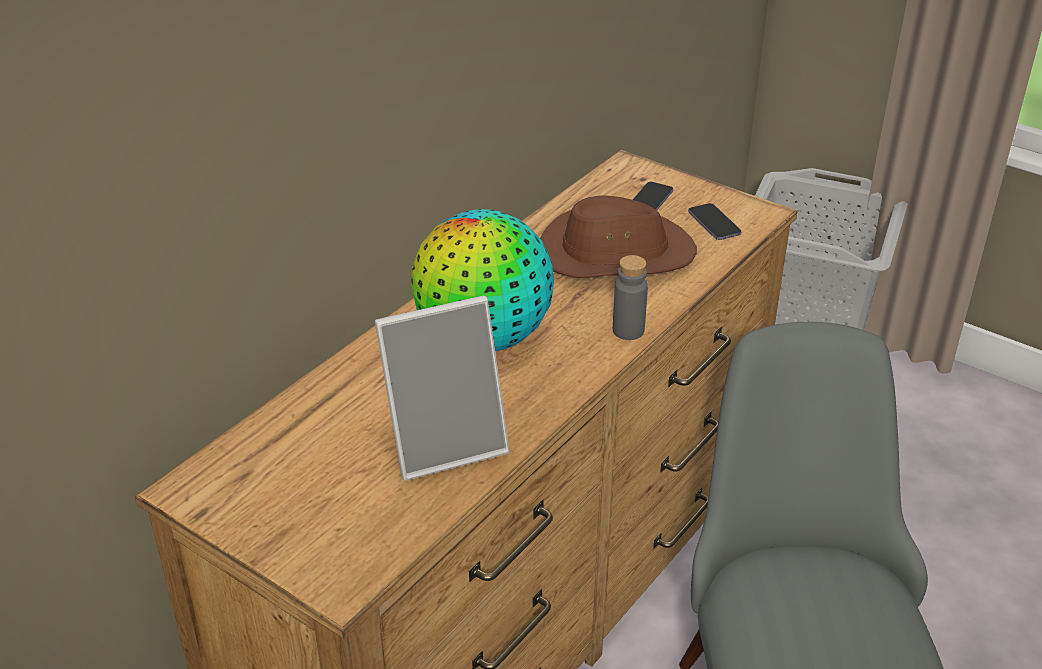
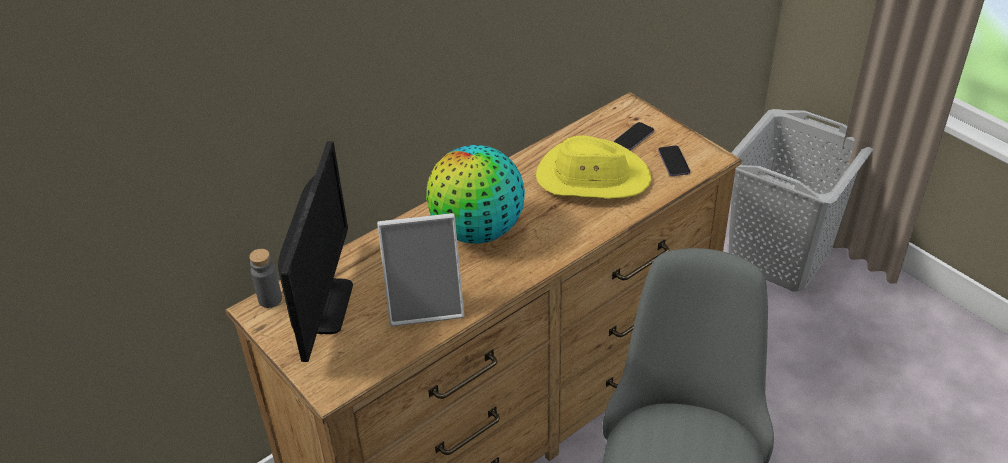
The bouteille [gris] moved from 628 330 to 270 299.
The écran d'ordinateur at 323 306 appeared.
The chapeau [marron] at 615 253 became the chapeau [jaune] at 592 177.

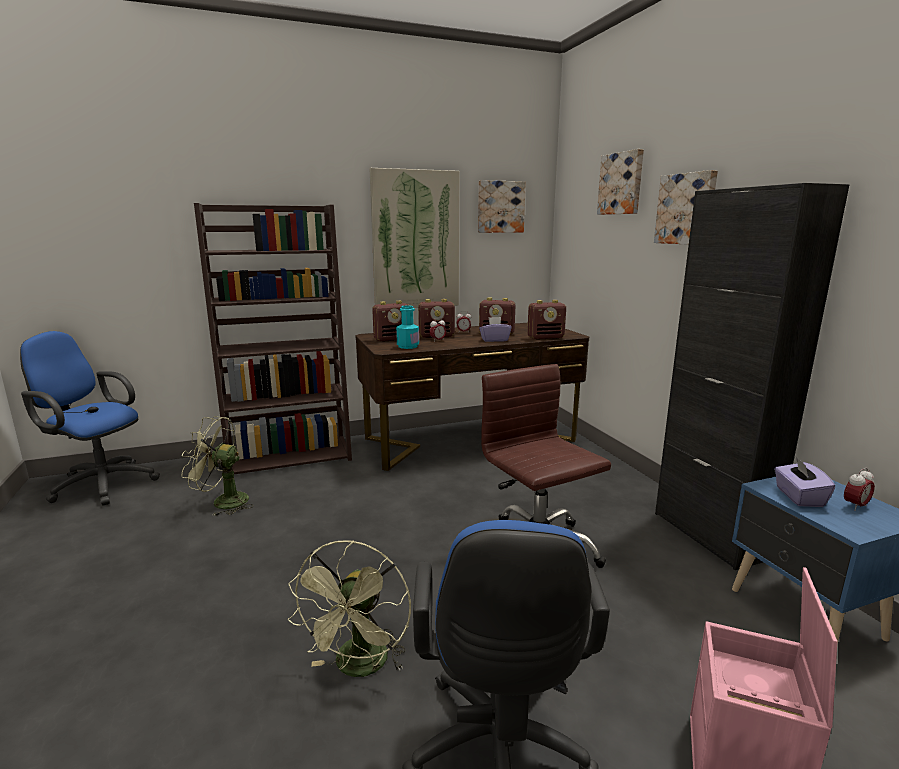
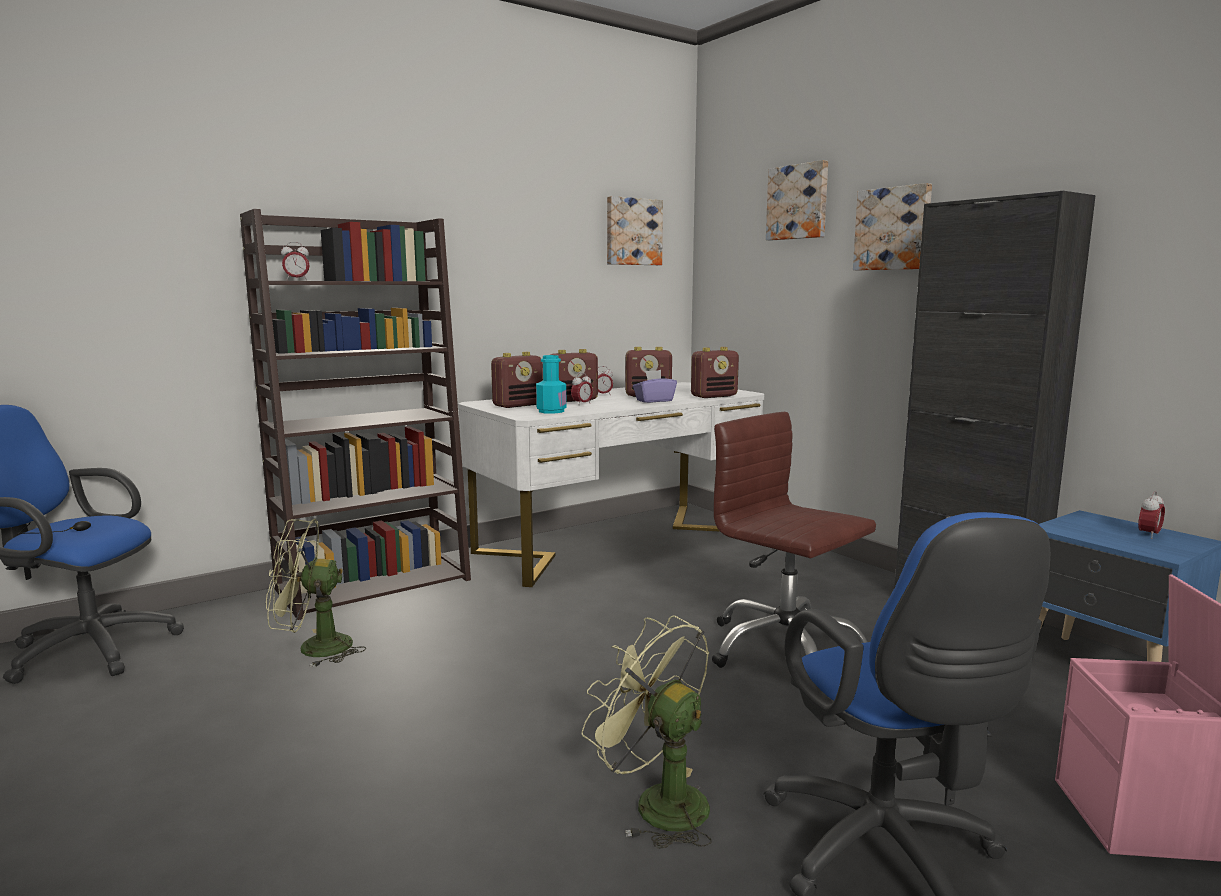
The réveil at 297 280 appeared.
The bureau [marron] at 470 439 became the bureau [blanc] at 617 542.
The ventilateur [vert] at 359 668 turned 135 degrees clockwise.
The tableau at 415 240 disappeared.
The boîte à mouchoirs [violet] at 798 497 disappeared.

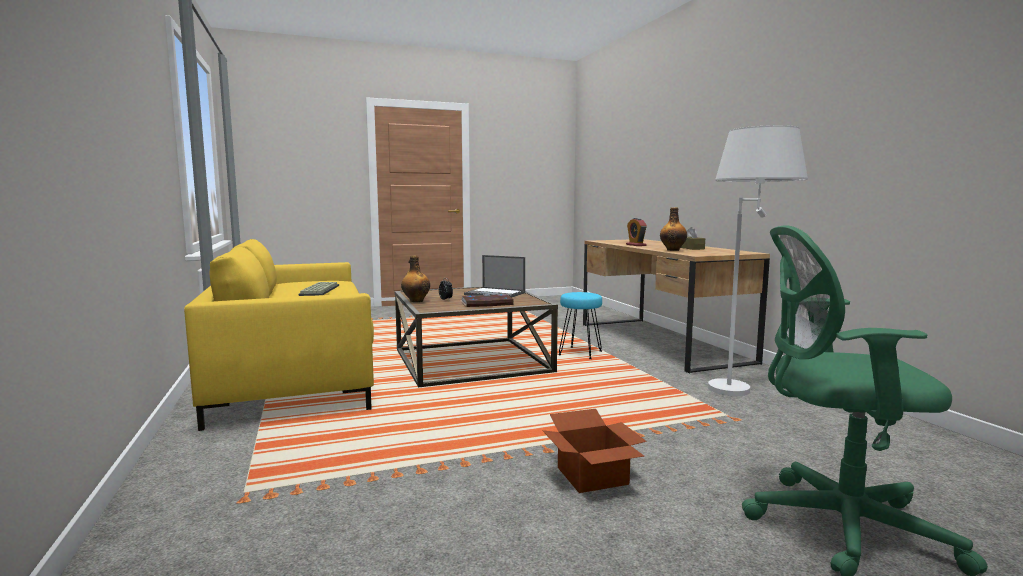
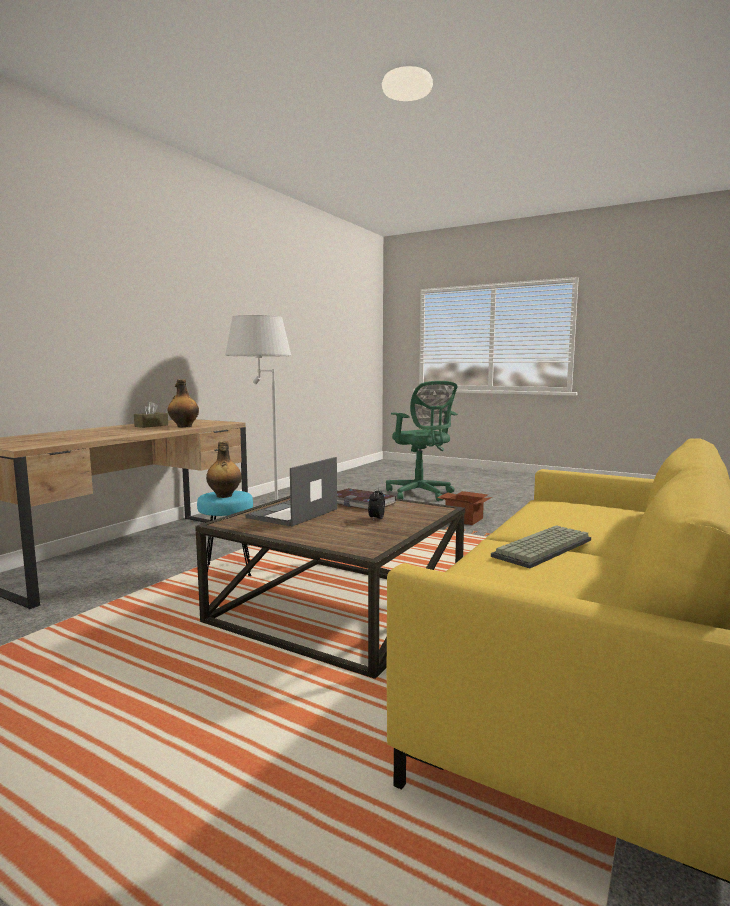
The bouteille moved from 416 301 to 224 496.
The ordinateur portable at 495 294 turned 135 degrees counterclockwise.
The réveil at 636 245 disappeared.

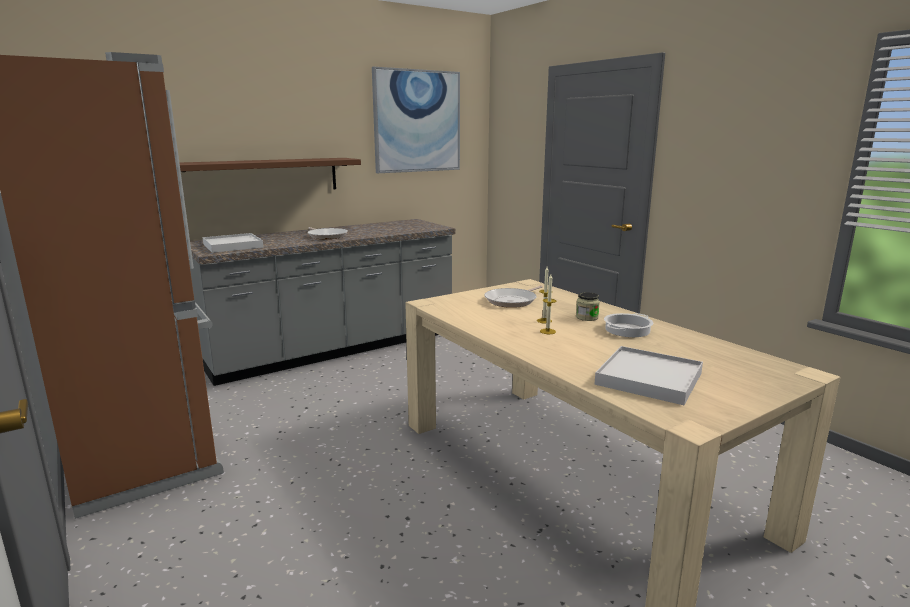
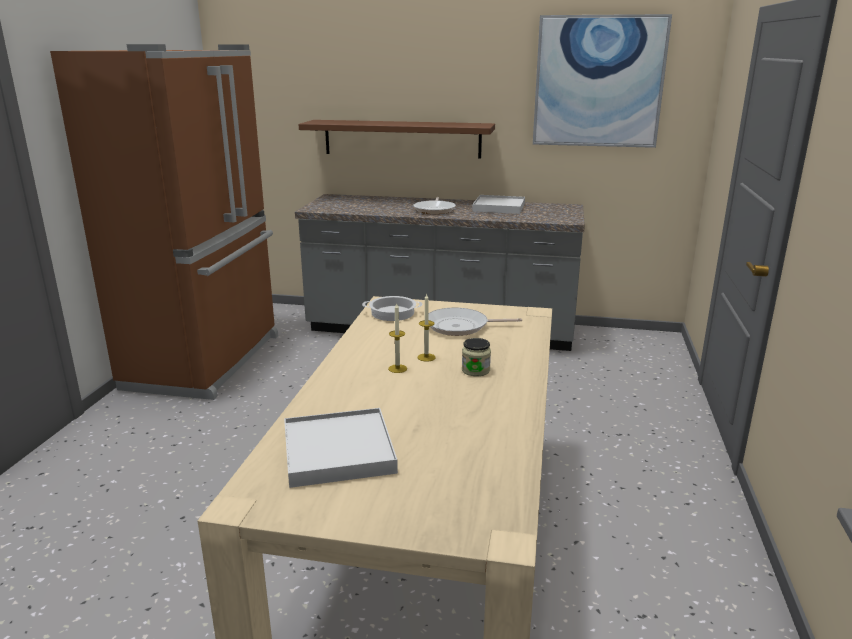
The marmite moved from 627 330 to 393 313.
The plateau [blanc] moved from 232 246 to 499 207.

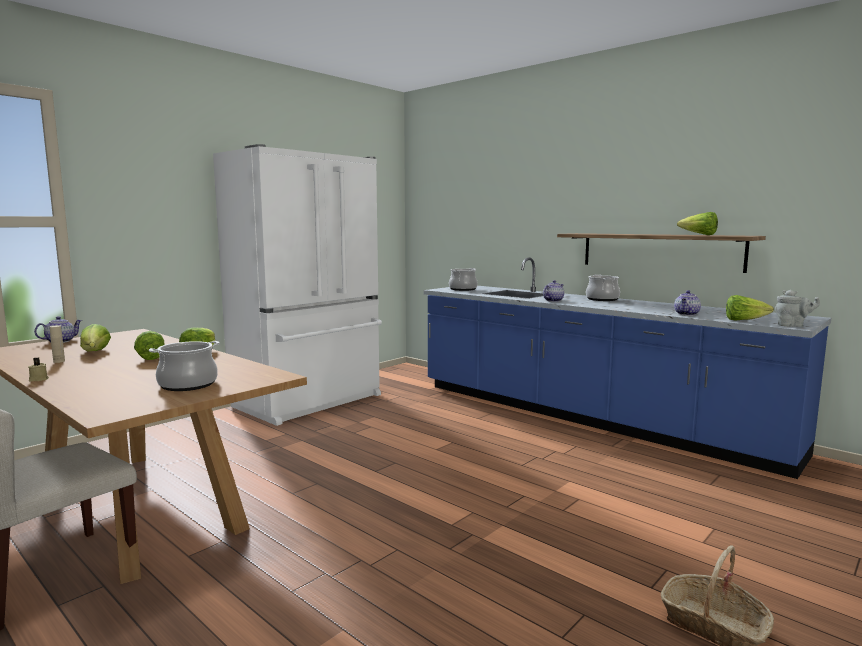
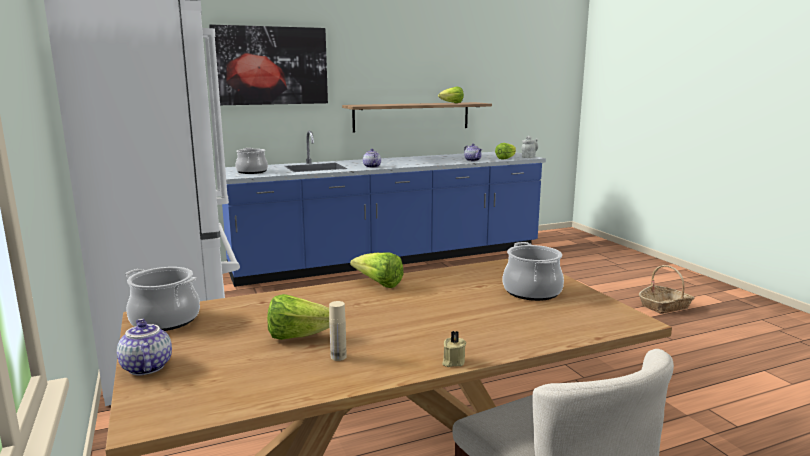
The marmite moved from 602 299 to 165 320.
The tableau at 271 66 appeared.
The laitue at 151 357 disappeared.

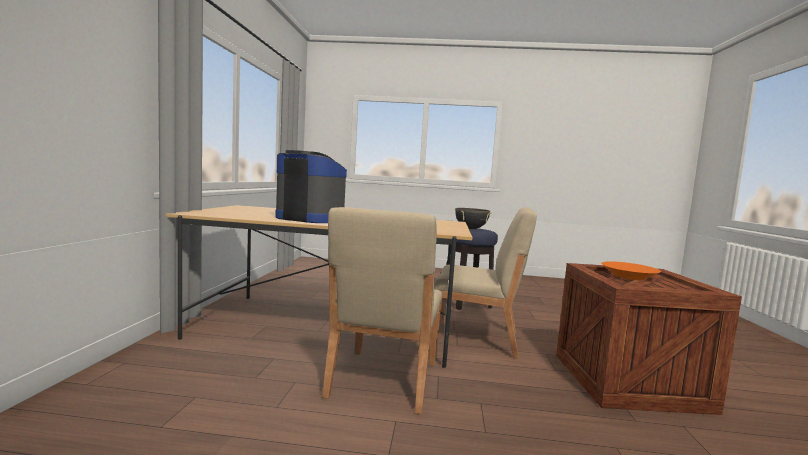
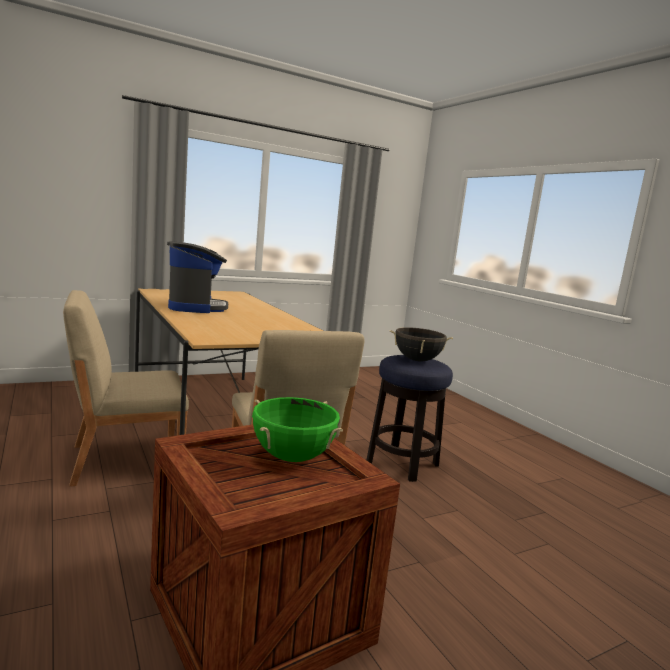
The bol [orange] at 628 276 was replaced by the marmite [vert] at 292 457.

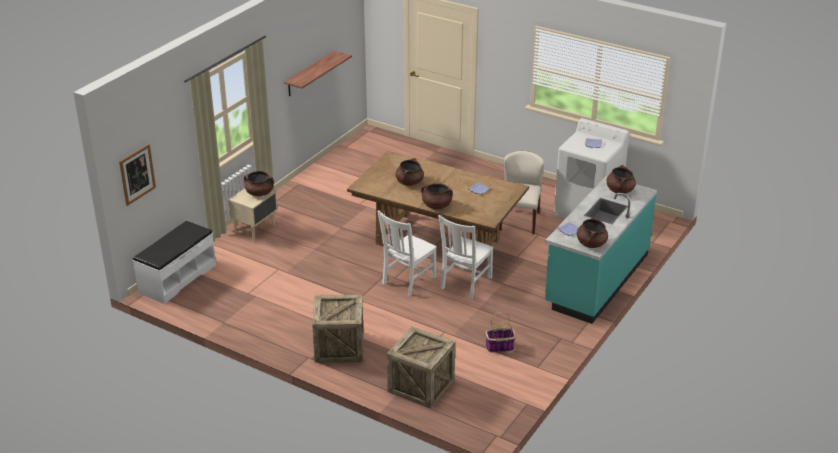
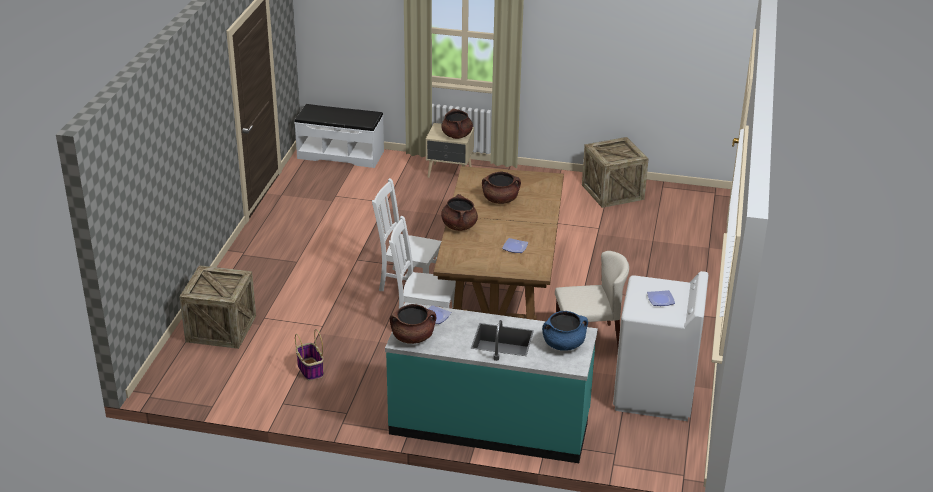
The marmite [marron] at 620 190 became the marmite [bleu] at 563 344.
The caisse moved from 339 347 to 612 192.
The tableau at 137 174 disappeared.
The étagère at 310 74 disappeared.

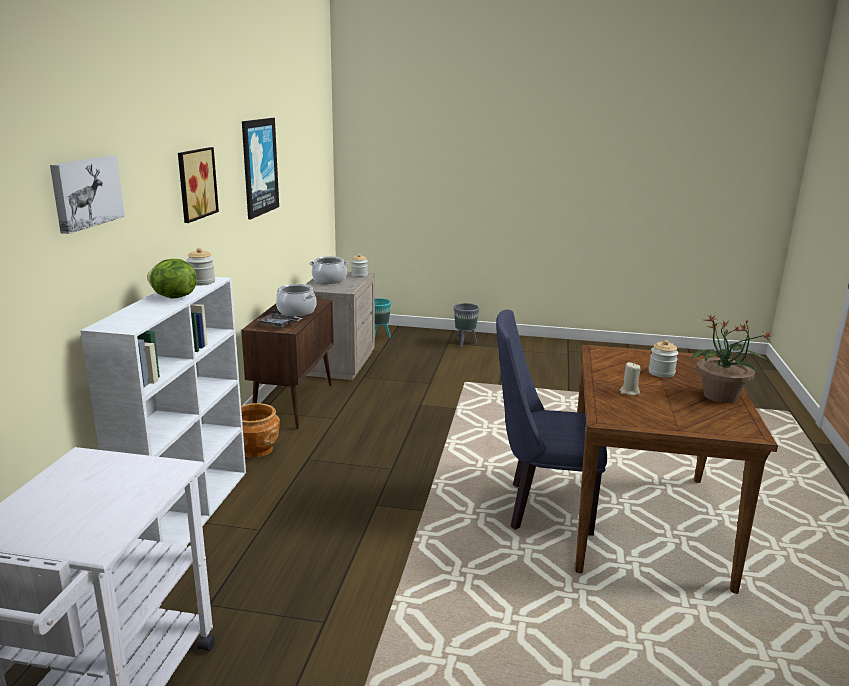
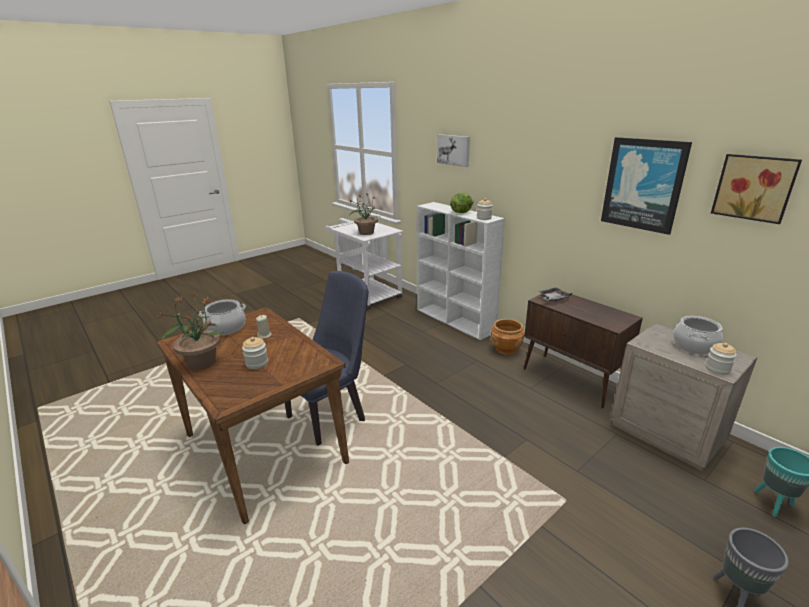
The marmite moved from 296 311 to 226 328.
The plante en pot at 366 232 appeared.
The tableau moved from 194 183 to 754 187.

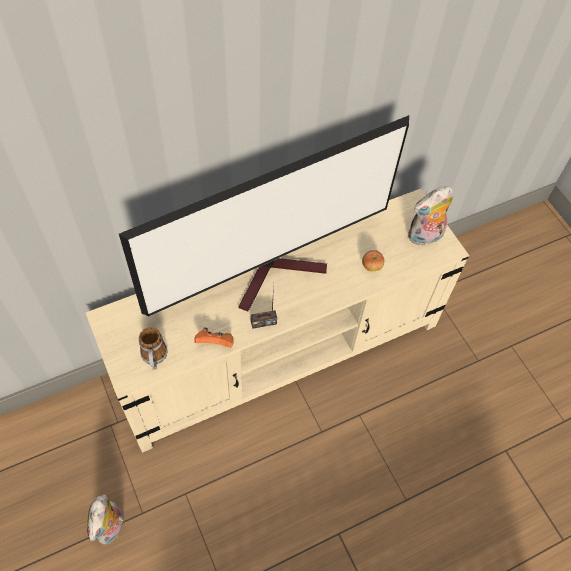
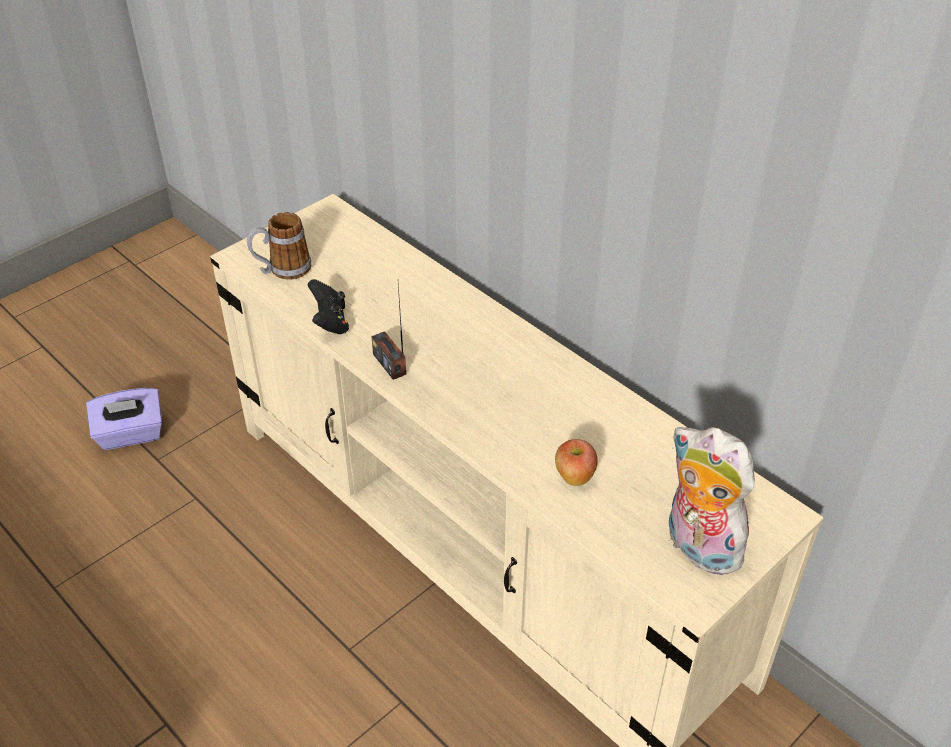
The peluche at 111 527 was replaced by the boîte à mouchoirs [violet] at 131 434.
The manette [orange] at 215 343 became the manette [noir] at 330 322.
The téléviseur at 278 273 disappeared.

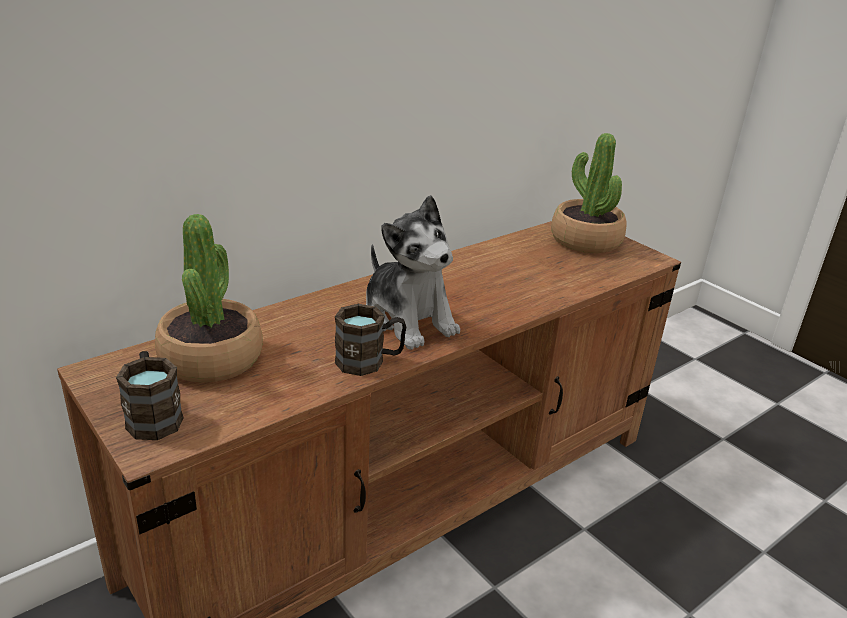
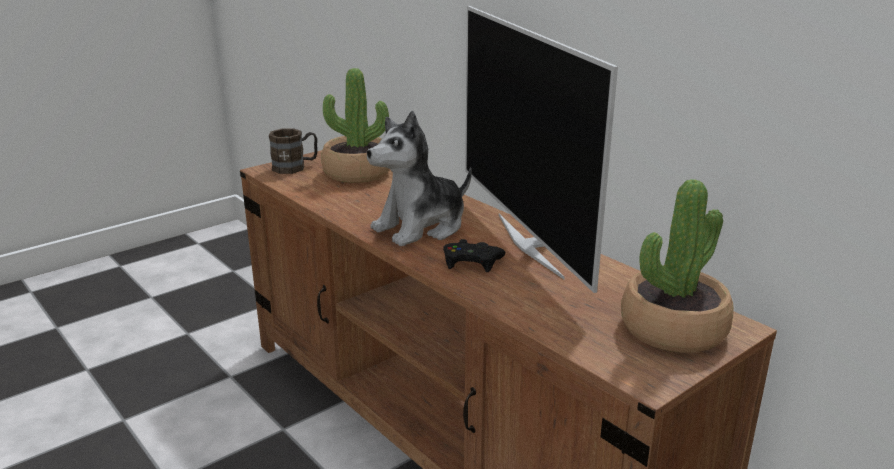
The manette [noir] at 471 262 appeared.
The téléviseur at 531 244 appeared.
The mug [marron] at 369 361 disappeared.

